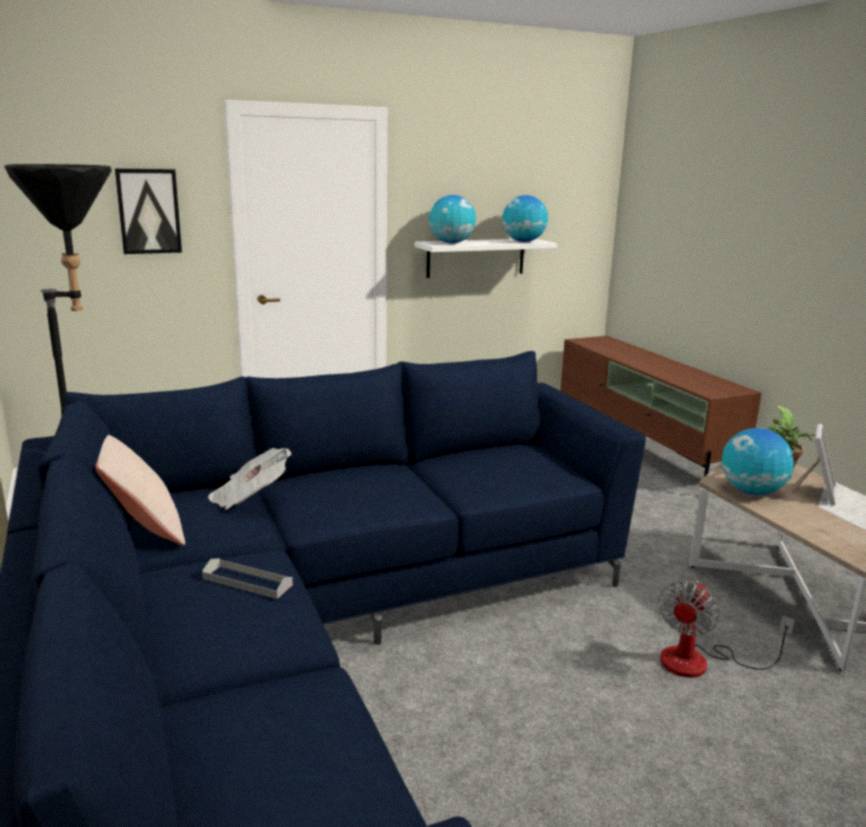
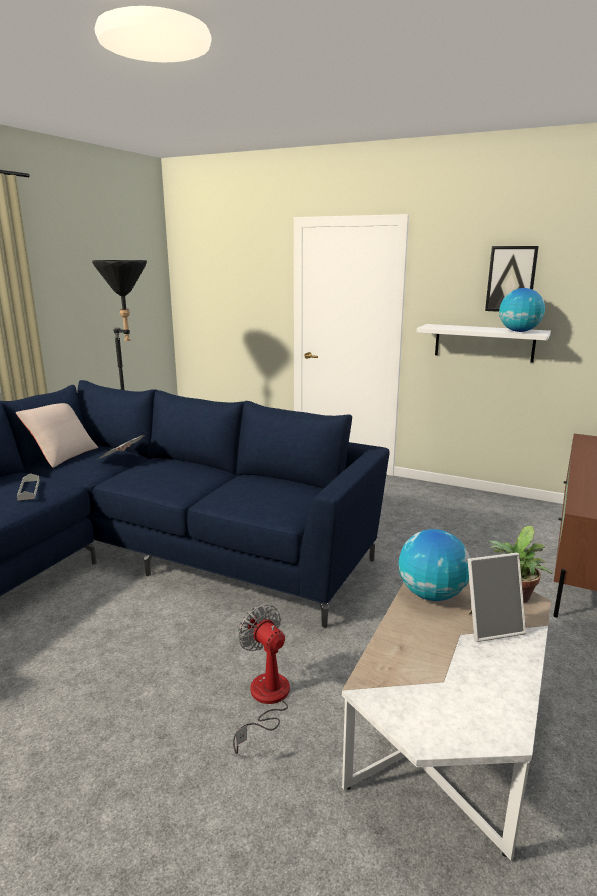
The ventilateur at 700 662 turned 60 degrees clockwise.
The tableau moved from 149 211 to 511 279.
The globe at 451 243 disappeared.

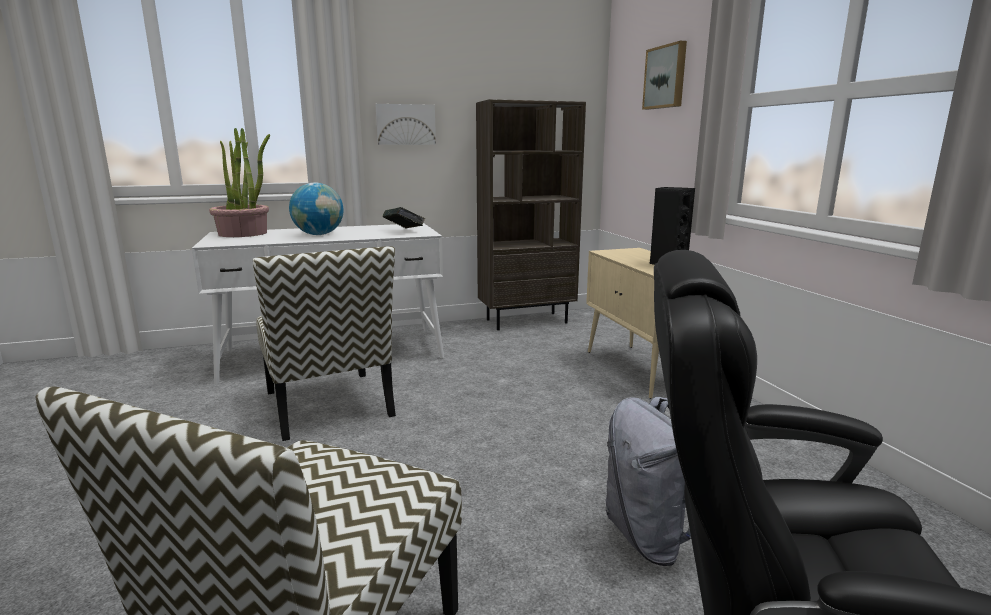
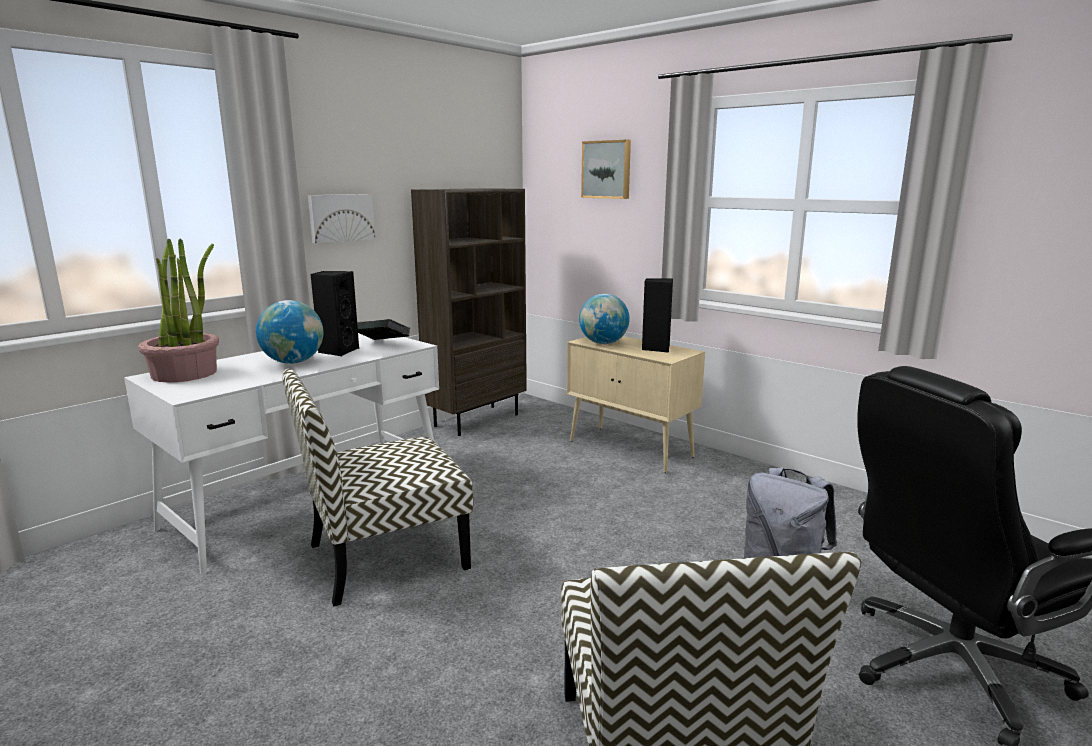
The chaise at 329 404 turned 120 degrees clockwise.
The enceinte [noir] at 338 351 appeared.
The globe at 603 343 appeared.

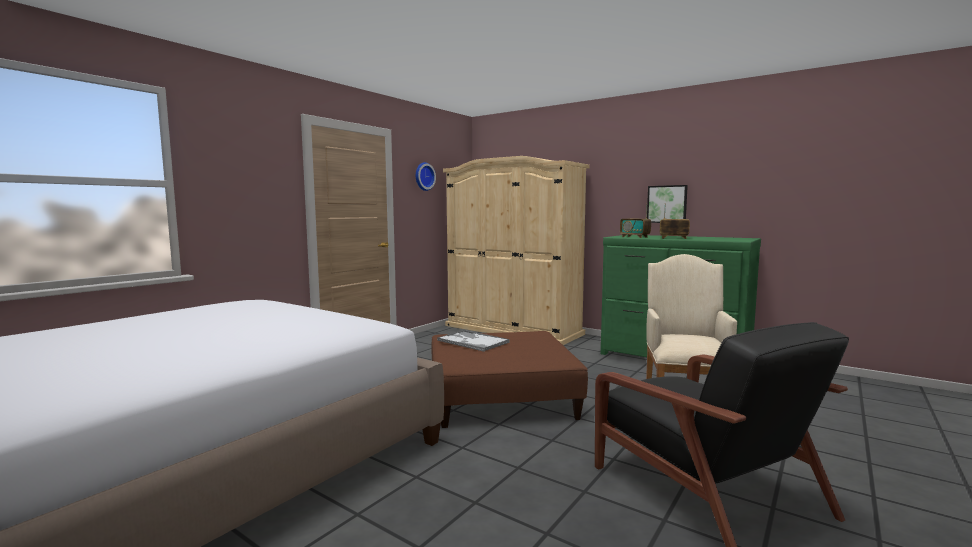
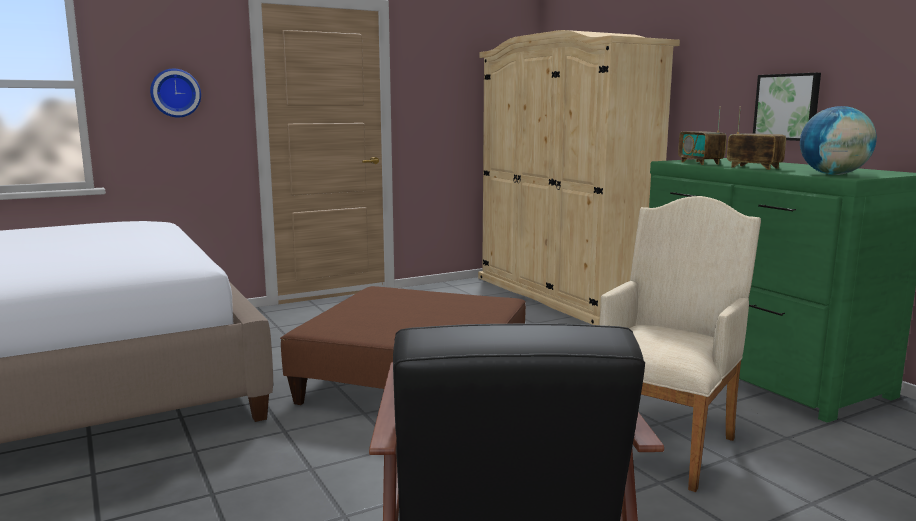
The horloge murale moved from 423 176 to 175 93.
The globe at 833 174 appeared.
The plateau at 472 341 disappeared.

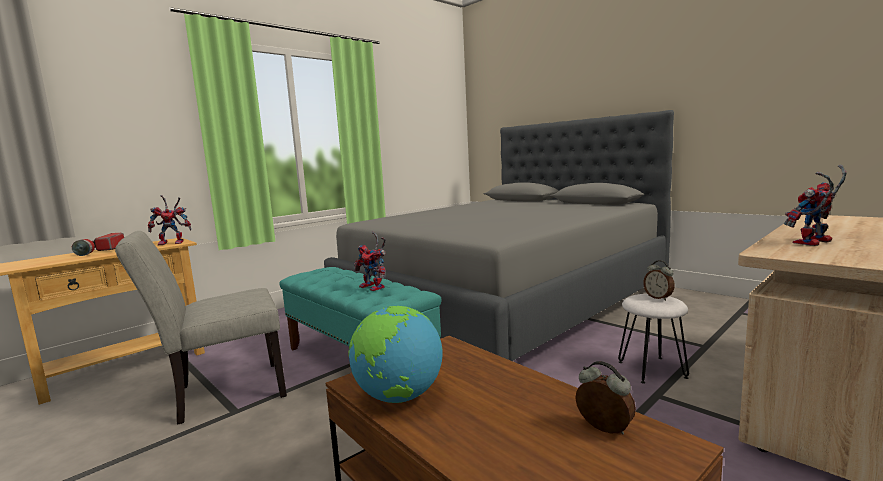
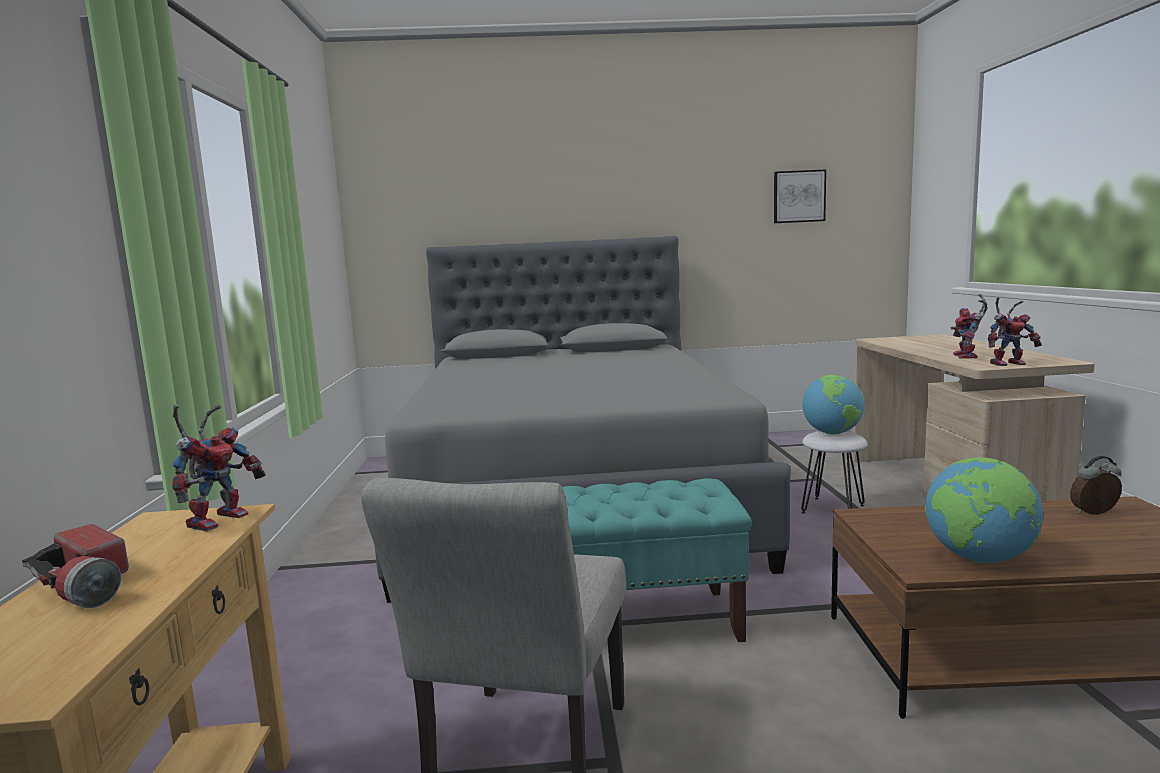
The tableau at 799 196 appeared.
The réveil at 658 298 was replaced by the globe at 832 433.
The robot jouet moved from 375 287 to 1008 363.

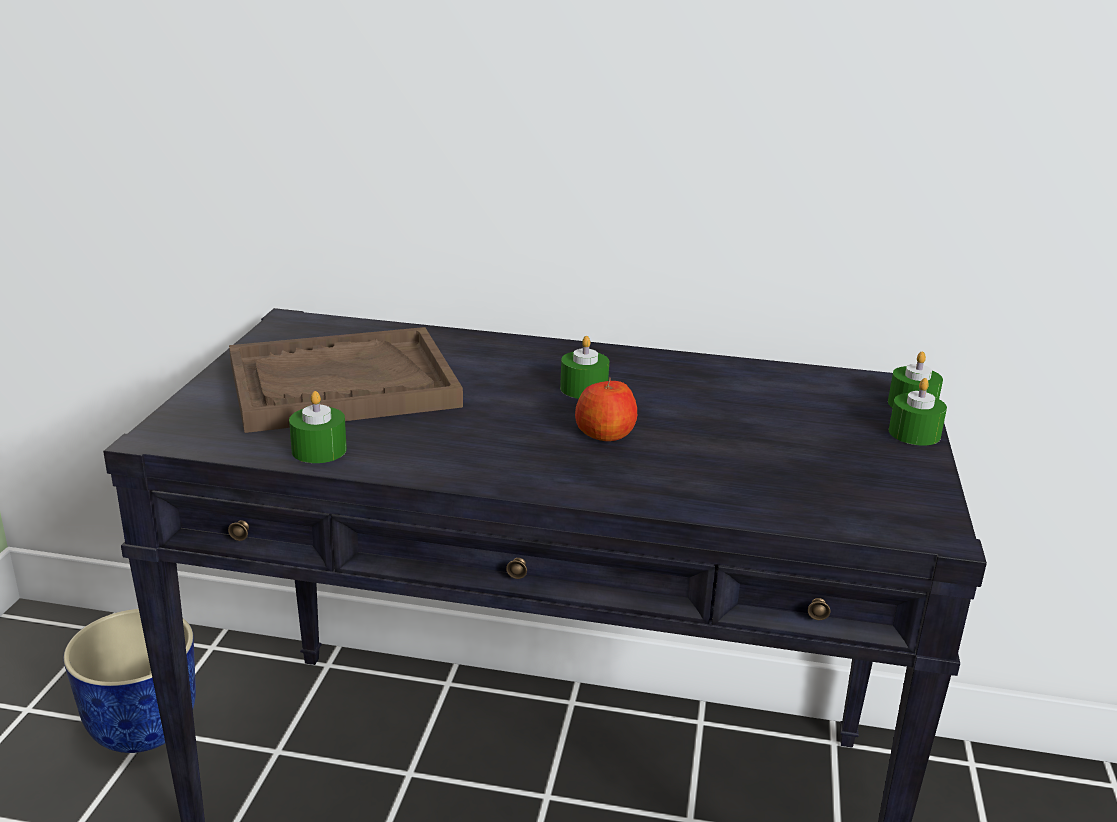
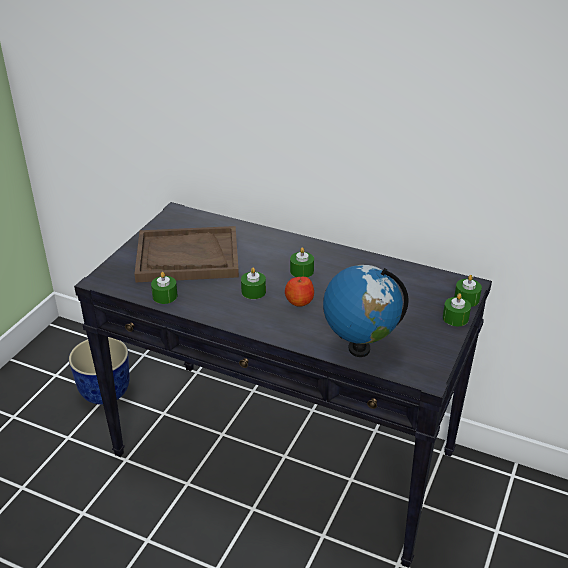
The bougie [vert] at 253 291 appeared.
The globe at 359 348 appeared.

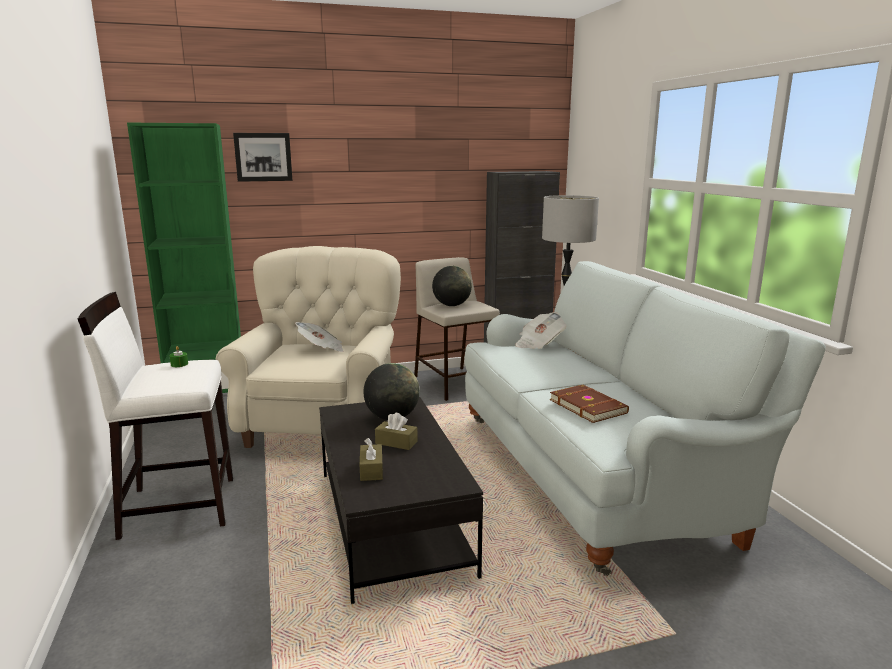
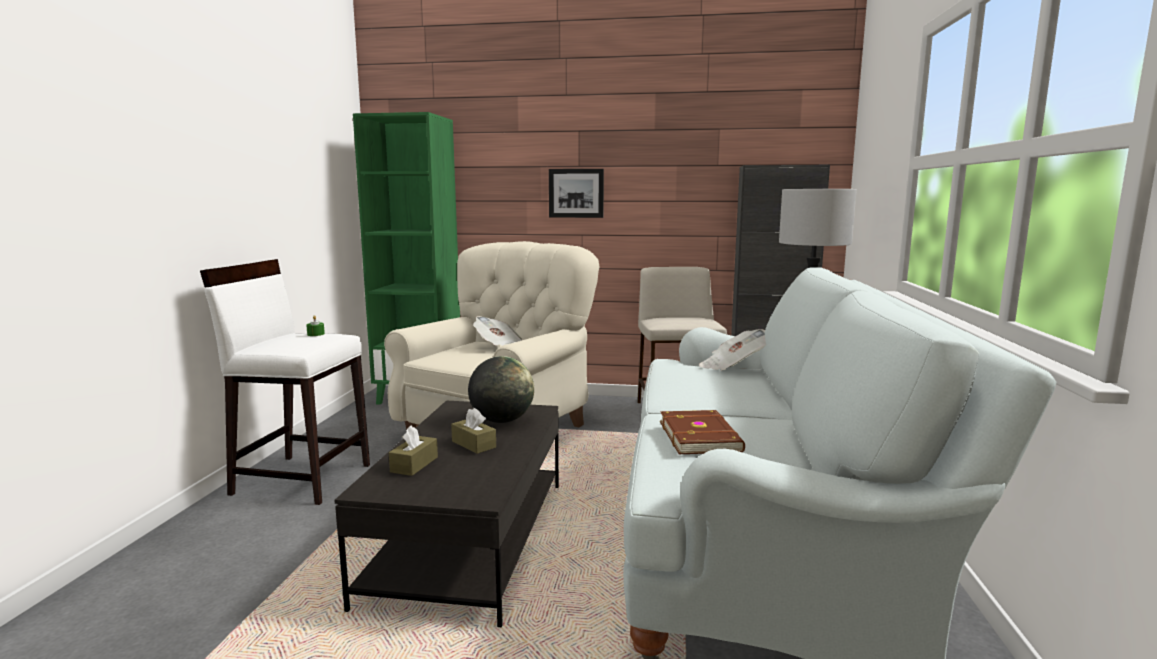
The tableau moved from 263 157 to 576 193.
The globe at 451 305 disappeared.

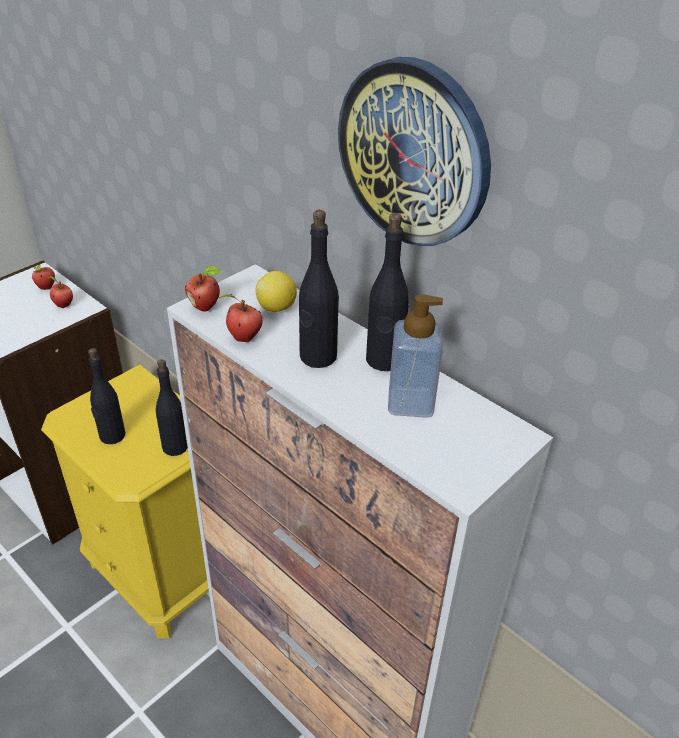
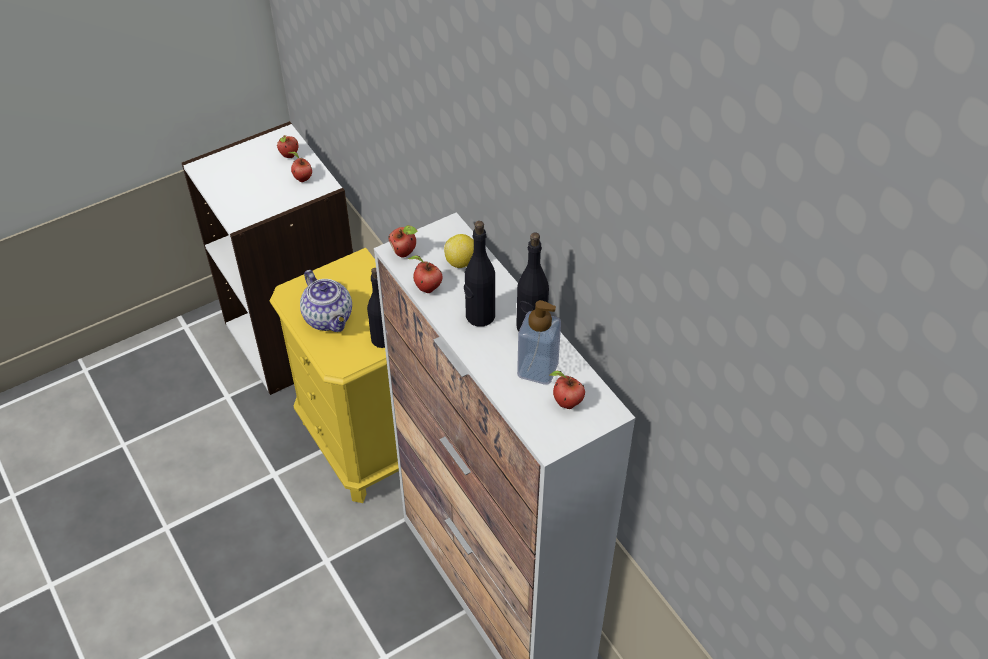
The bouteille [noir] at 112 436 was replaced by the théière at 329 318.
The pomme at 566 403 appeared.
The horloge murale at 414 154 disappeared.

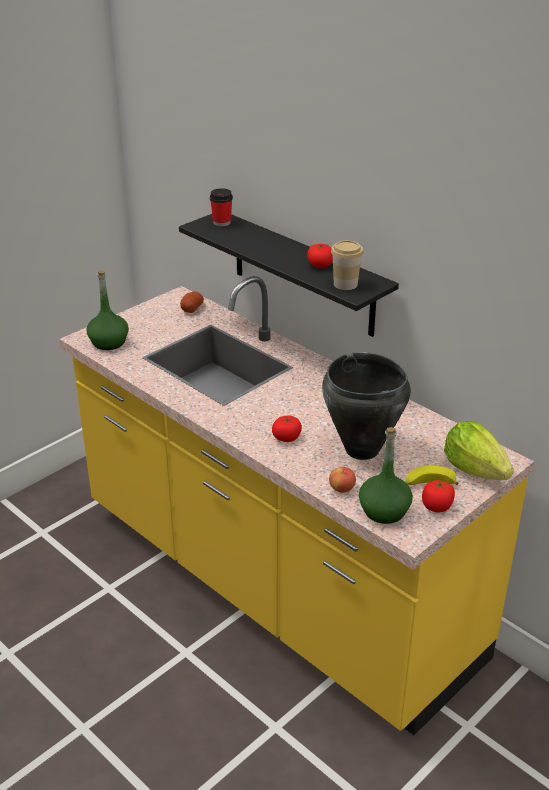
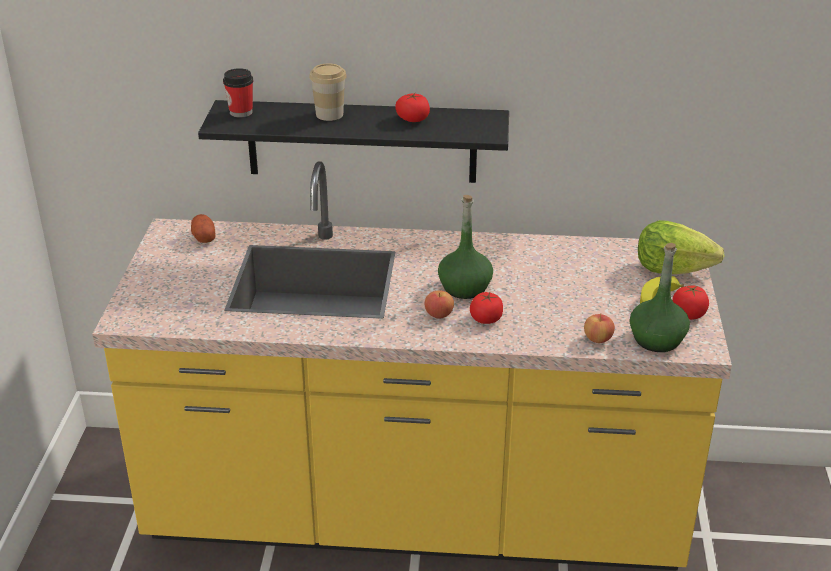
The tasse moved from 345 284 to 329 114.
The pomme at 439 314 appeared.
The bouteille [vert] moved from 109 342 to 465 287.
The marmite [noir] at 361 450 disappeared.

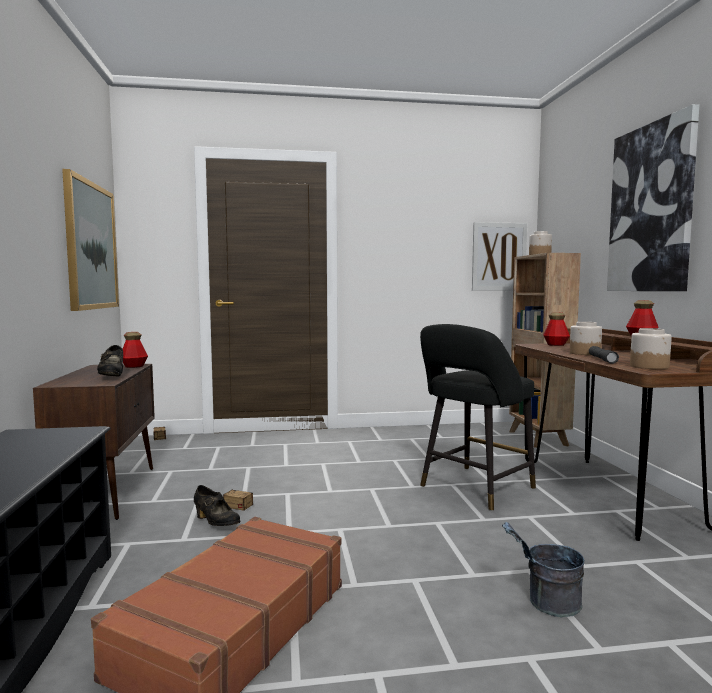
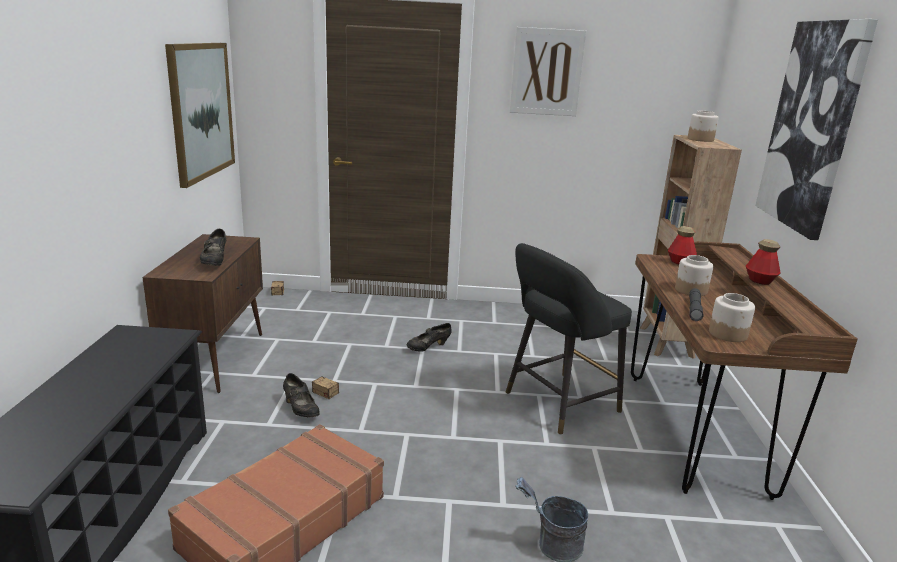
The chaussure [noir] at 428 348 appeared.
The tableau moved from 498 256 to 546 72.
The bouteille at 134 366 disappeared.

